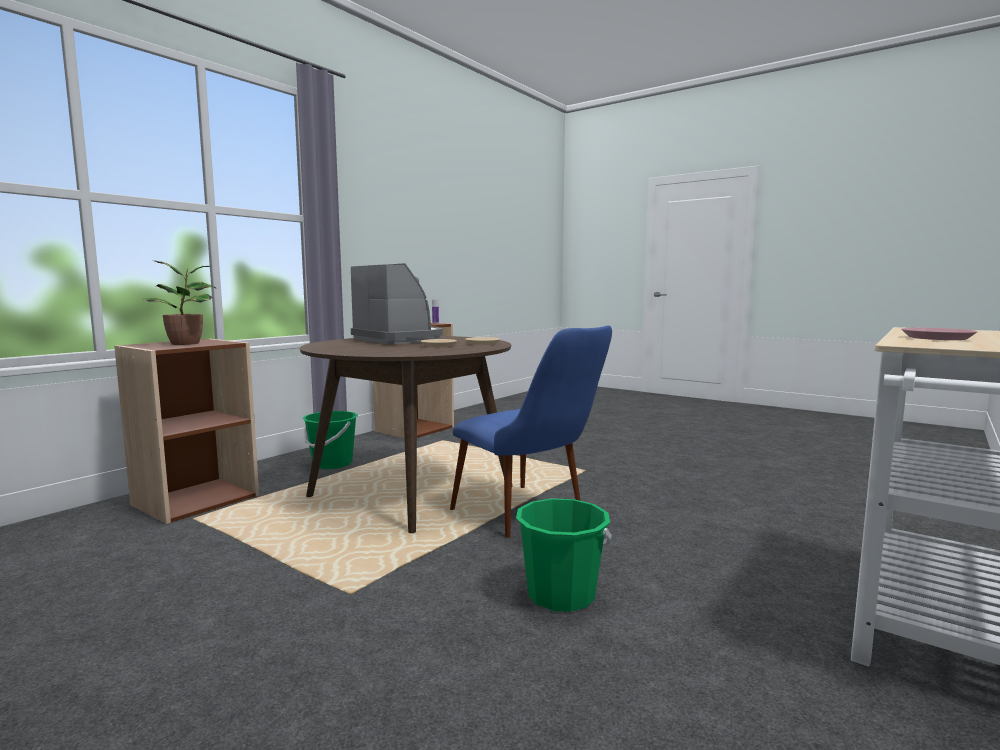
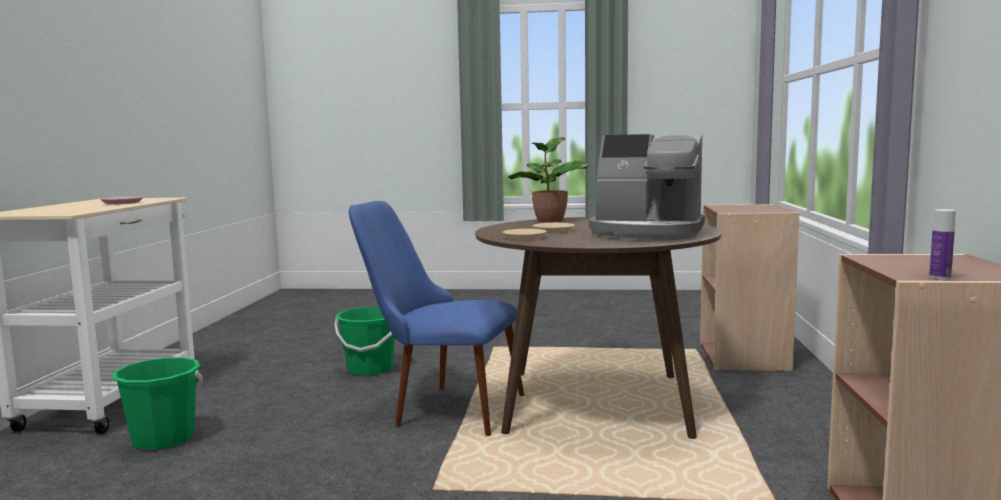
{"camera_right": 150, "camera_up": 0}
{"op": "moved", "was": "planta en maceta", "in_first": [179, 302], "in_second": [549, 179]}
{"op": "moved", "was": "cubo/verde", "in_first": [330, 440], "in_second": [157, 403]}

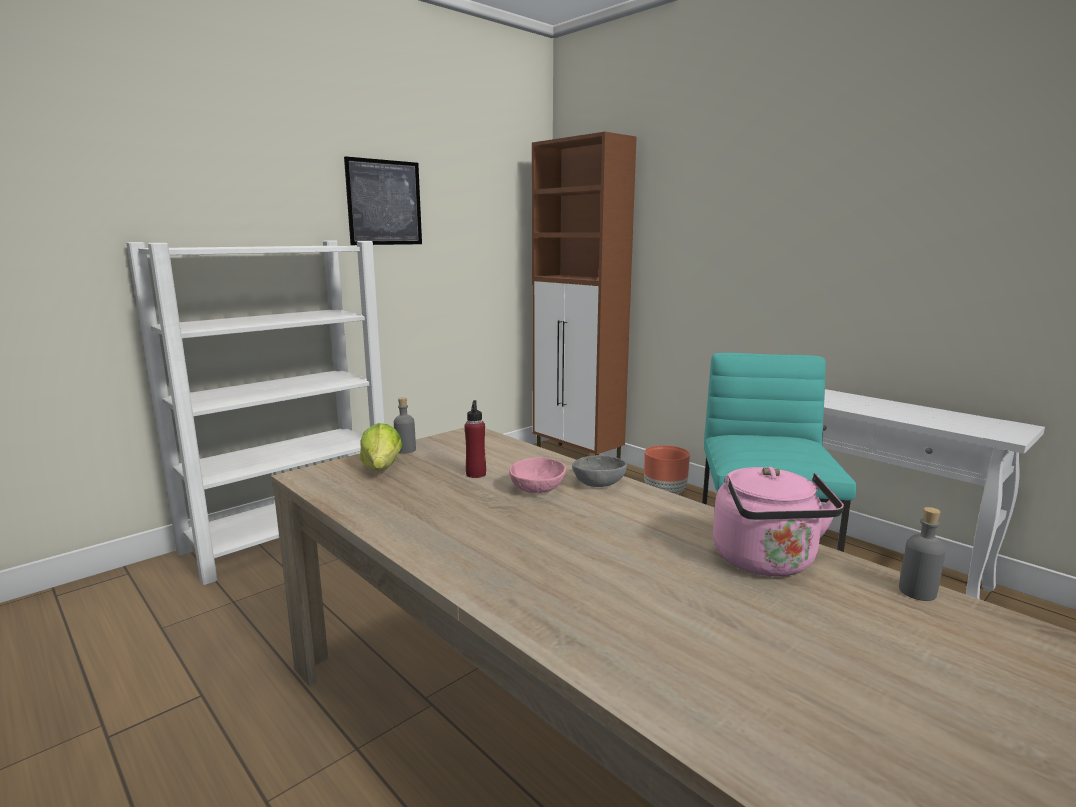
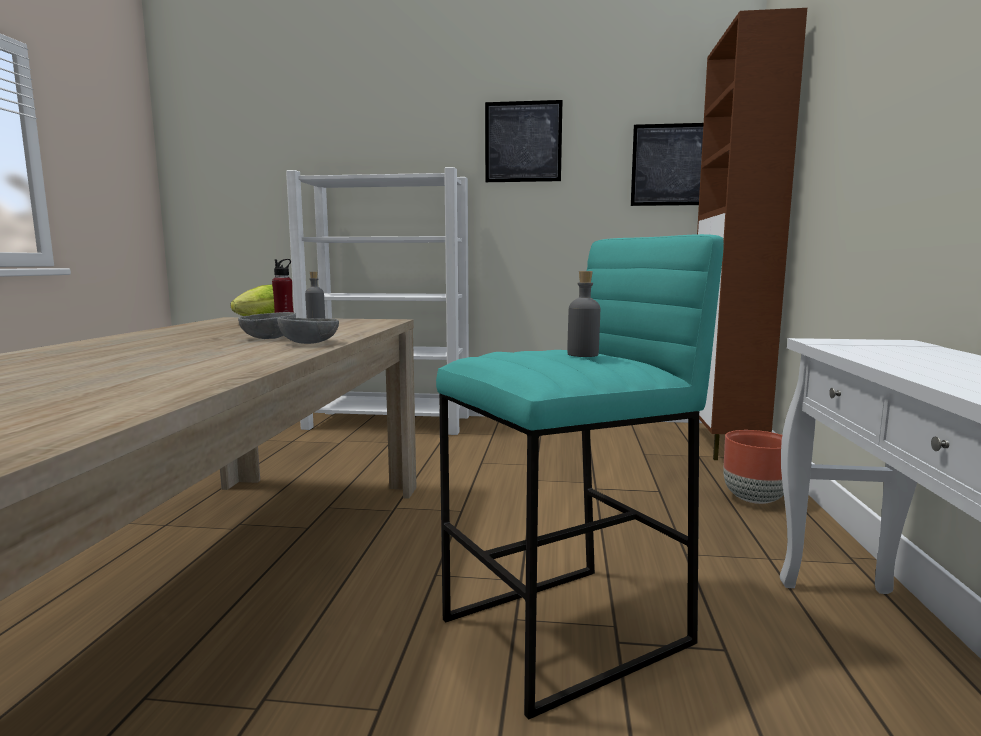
{"camera_right": 50, "camera_up": -5}
{"op": "recoloured", "was": "cuenco/rosa", "now": "cuenco/gris", "in_first": [537, 475], "in_second": [267, 325]}
{"op": "removed", "was": "hervidor/rosa", "in_first": [778, 522]}
{"op": "moved", "was": "botella/gris", "in_first": [922, 554], "in_second": [583, 314]}
{"op": "added", "now": "cuadro", "in_second": [667, 164]}

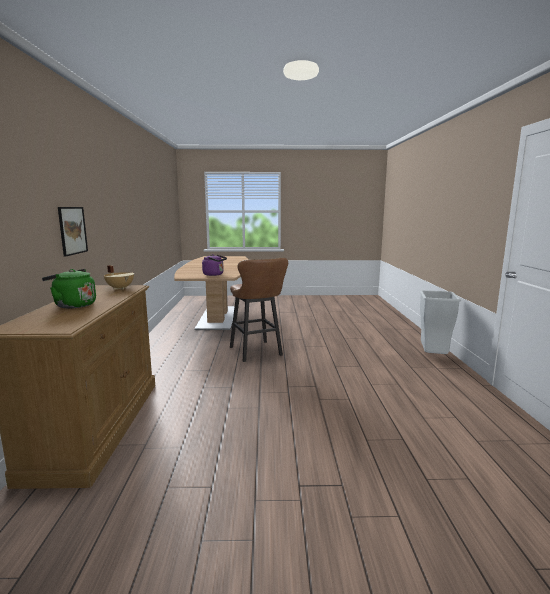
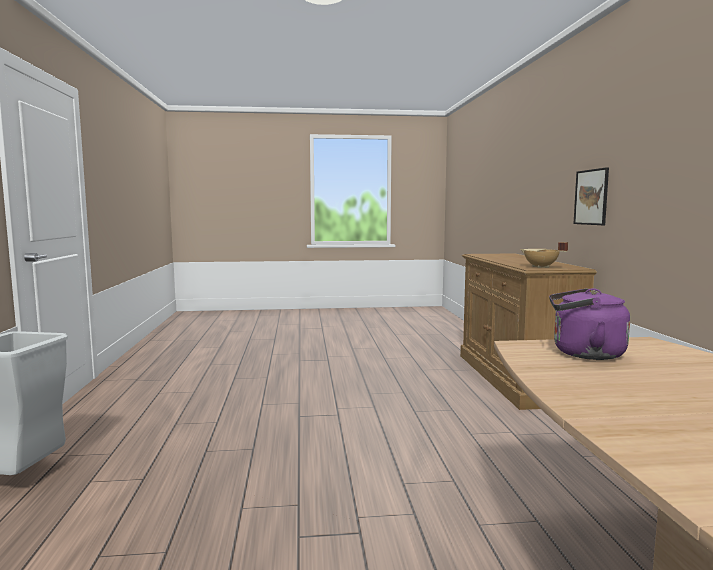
{"camera_right": 175, "camera_up": -5}
{"op": "removed", "was": "hervidor/verde", "in_first": [69, 288]}
{"op": "removed", "was": "taburete/marrón", "in_first": [259, 310]}

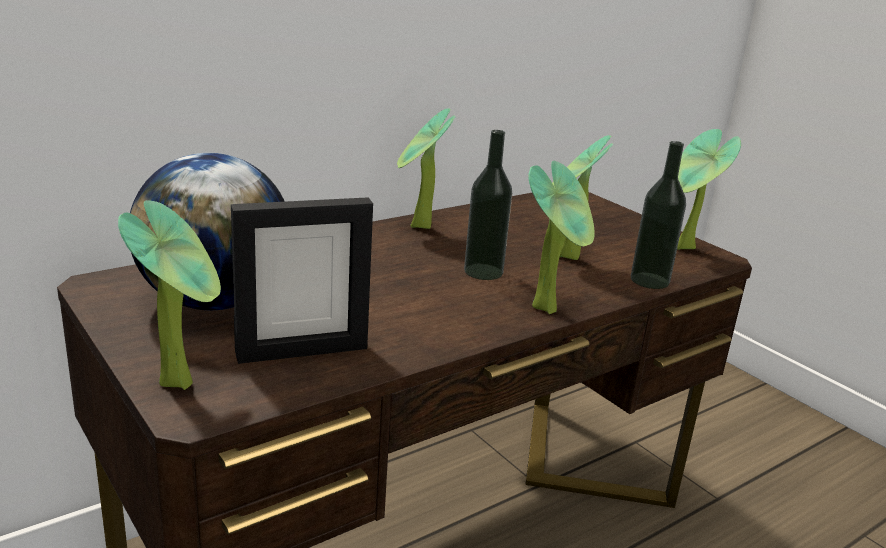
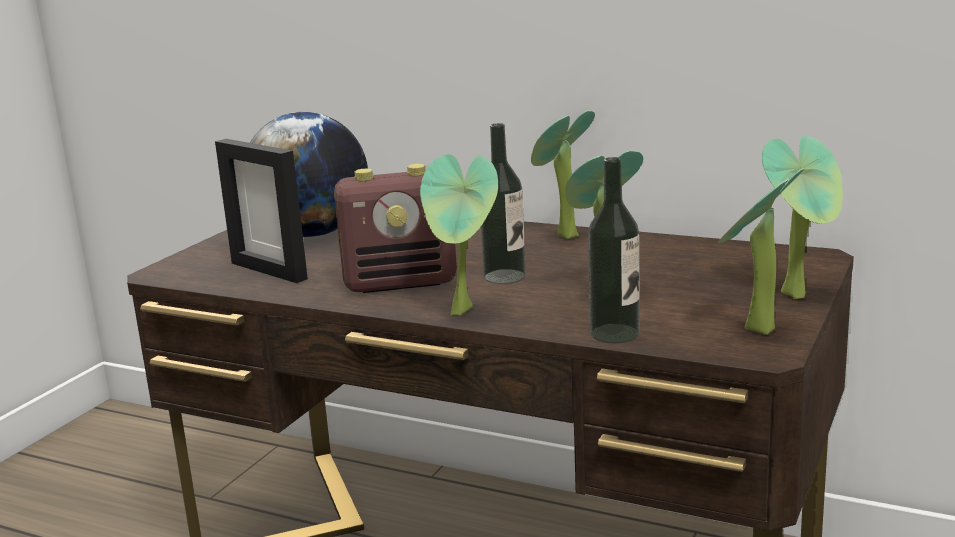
{"camera_right": 65, "camera_up": -5}
{"op": "moved", "was": "planta en maceta", "in_first": [169, 295], "in_second": [802, 217]}
{"op": "added", "now": "radio", "in_second": [395, 228]}

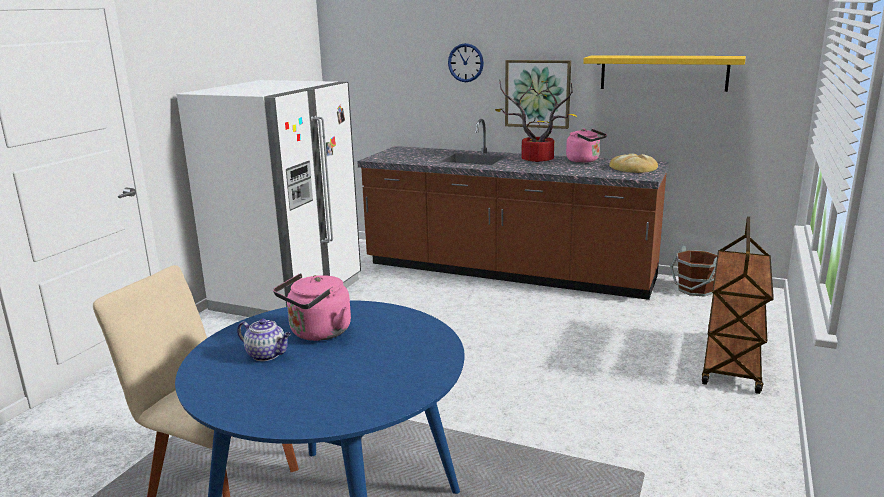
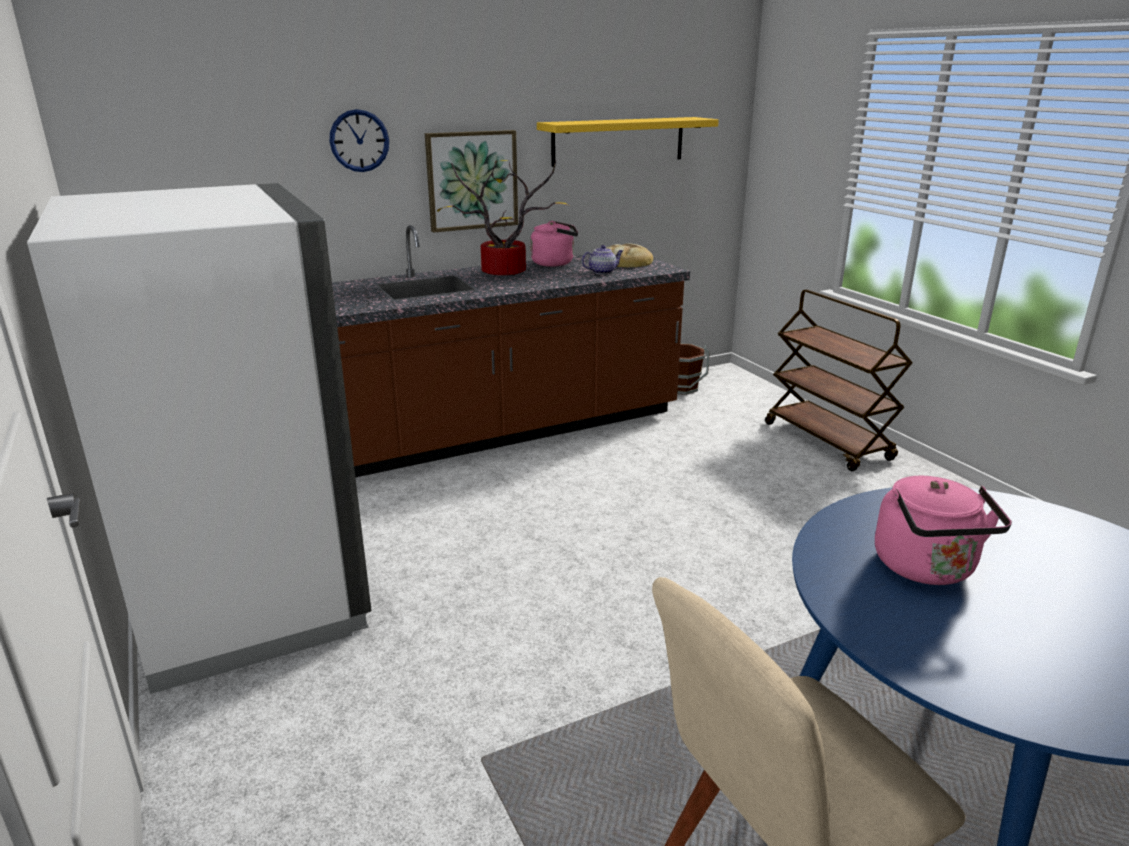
{"camera_right": -50, "camera_up": 5}
{"op": "moved", "was": "tetera", "in_first": [264, 340], "in_second": [602, 259]}

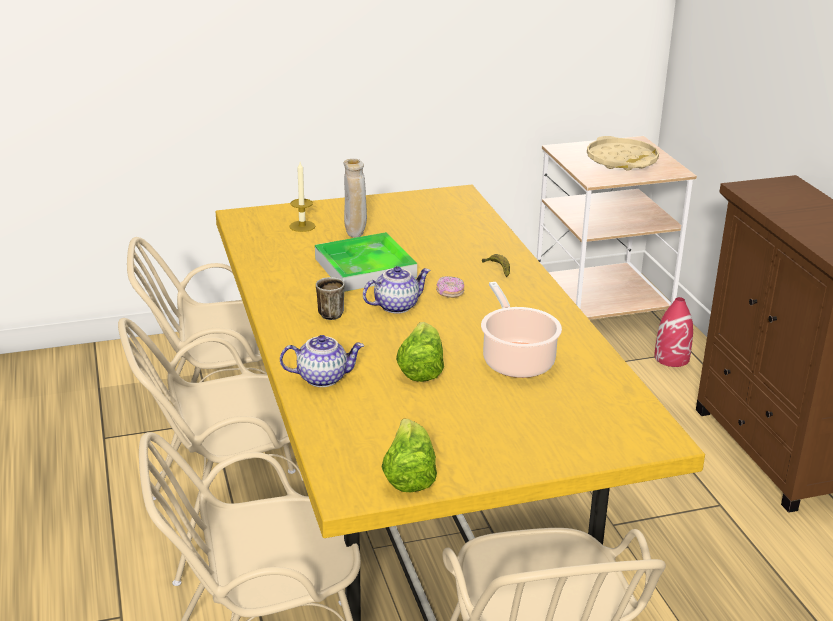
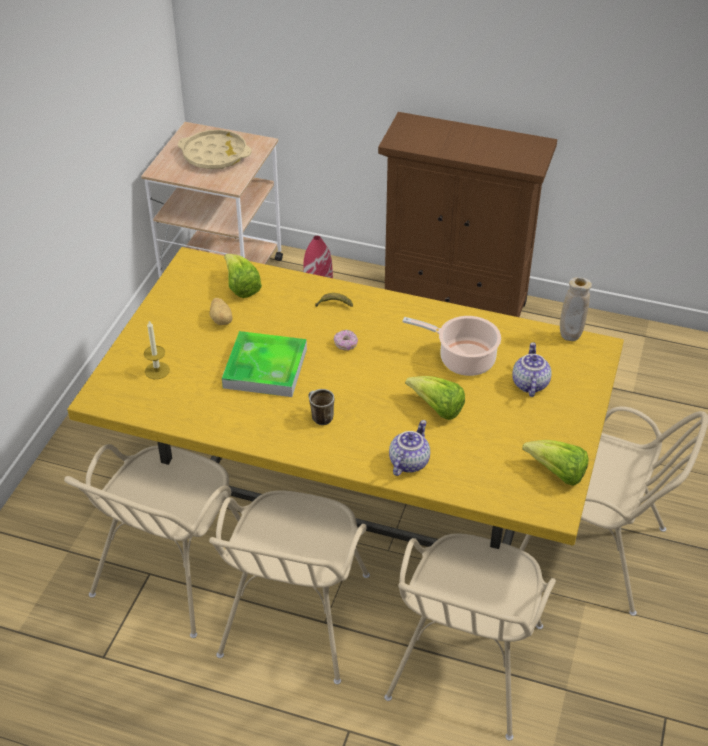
{"camera_right": -55, "camera_up": 15}
{"op": "moved", "was": "florero/beis", "in_first": [355, 198], "in_second": [576, 309]}
{"op": "moved", "was": "tetera", "in_first": [397, 290], "in_second": [532, 369]}
{"op": "added", "now": "patata", "in_second": [221, 311]}
{"op": "added", "now": "lechuga", "in_second": [243, 276]}

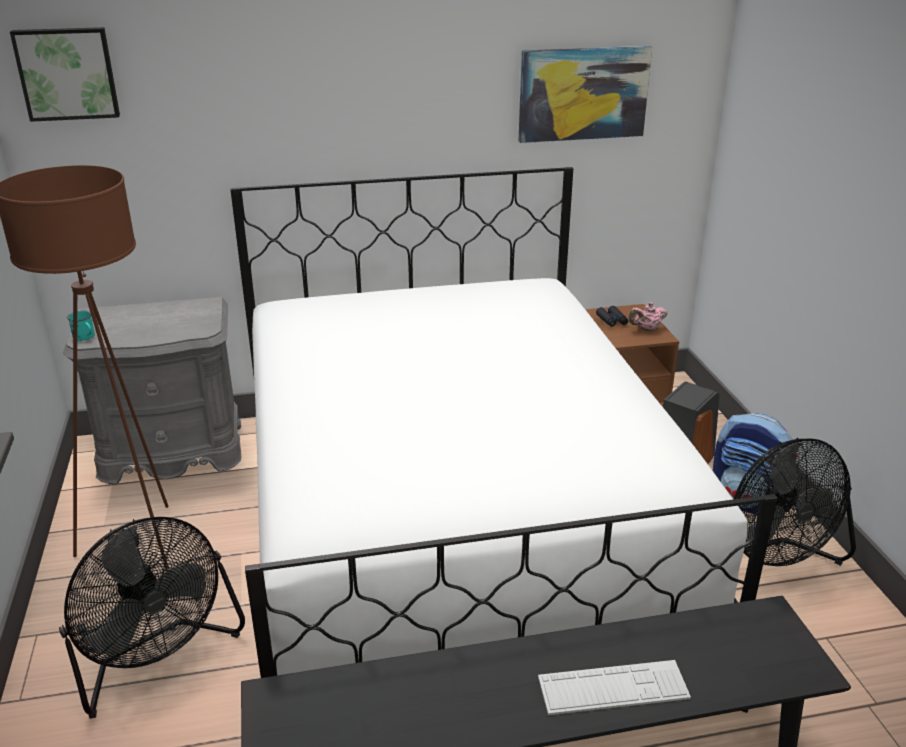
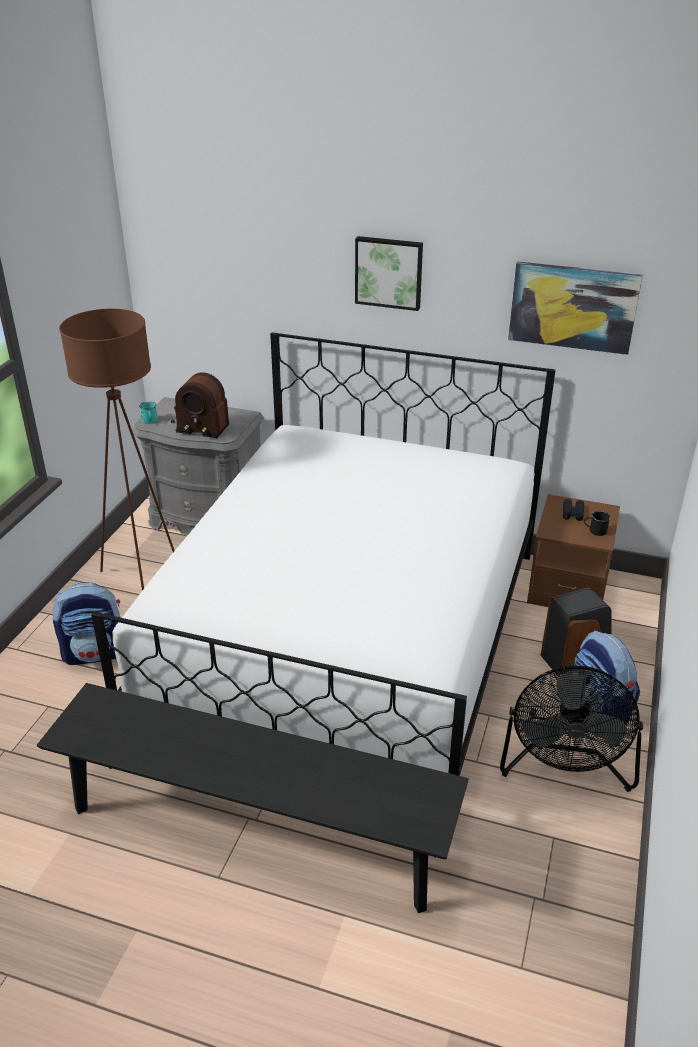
{"camera_right": 30, "camera_up": 5}
{"op": "moved", "was": "cuadro", "in_first": [65, 74], "in_second": [389, 273]}
{"op": "replaced", "was": "ventilador/negro", "now": "mochila", "in_first": [152, 618], "in_second": [86, 623]}
{"op": "removed", "was": "teclado", "in_first": [614, 687]}
{"op": "replaced", "was": "tetera/rosa", "now": "taza grande/negro", "in_first": [647, 316], "in_second": [597, 523]}
{"op": "added", "now": "radio", "in_second": [200, 405]}

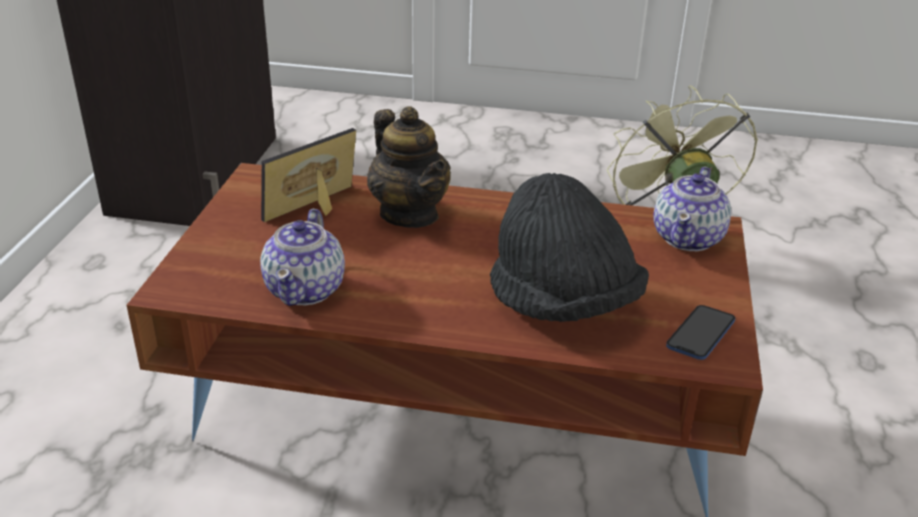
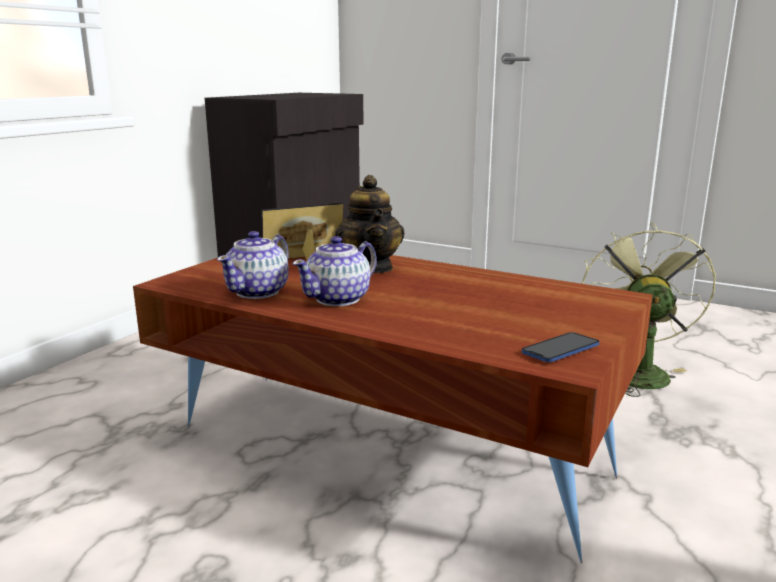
{"camera_right": 20, "camera_up": -15}
{"op": "removed", "was": "sombrero/negro", "in_first": [569, 247]}
{"op": "moved", "was": "tetera", "in_first": [692, 209], "in_second": [334, 271]}

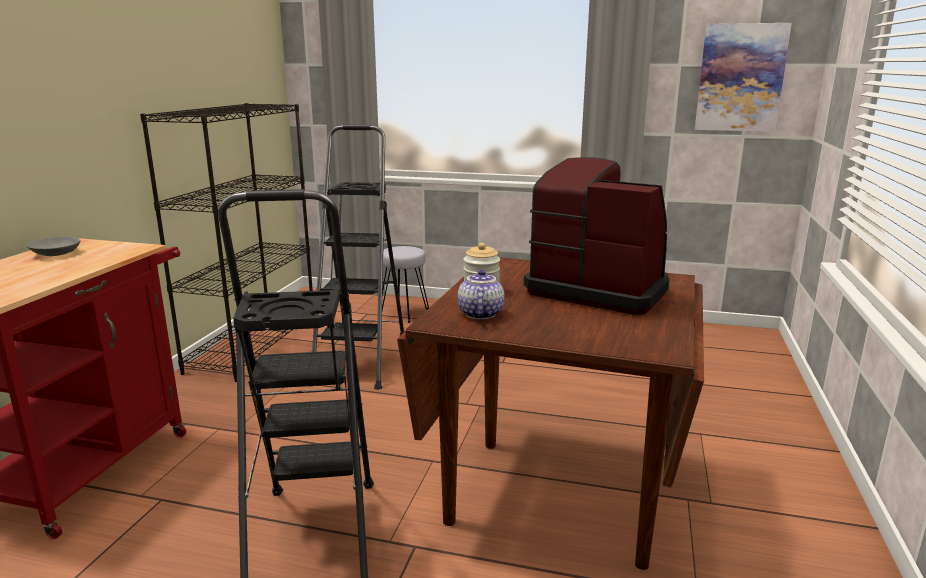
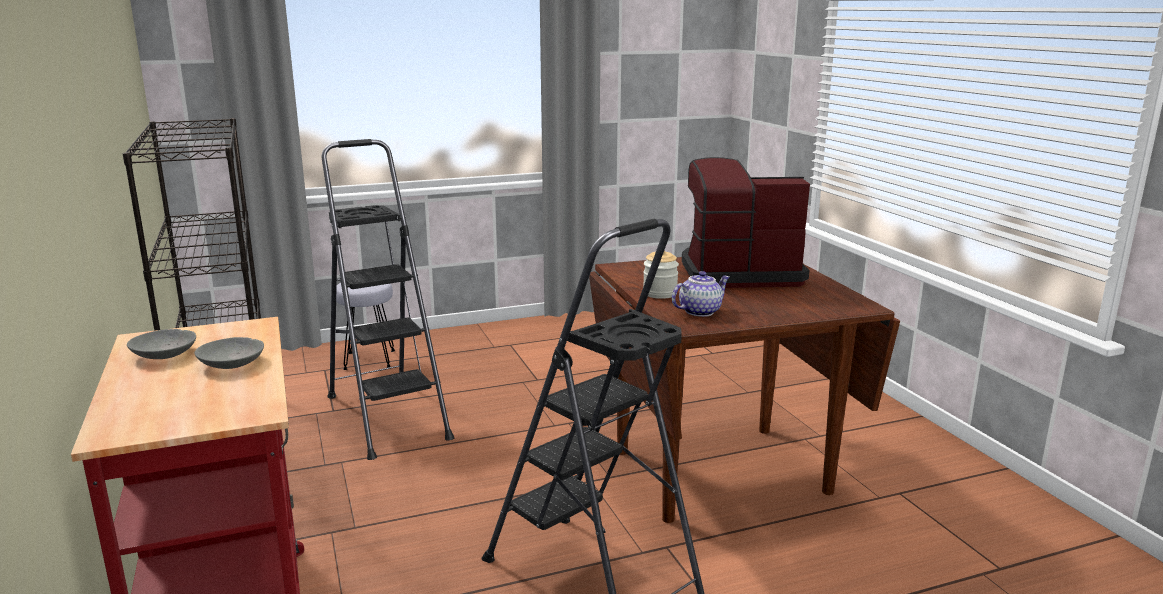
{"camera_right": -35, "camera_up": 0}
{"op": "turned", "was": "tetera", "in_first": [481, 294], "in_second": [701, 294], "clockwise": 90}
{"op": "removed", "was": "cuadro", "in_first": [743, 77]}
{"op": "added", "now": "cuenco/gris", "in_second": [229, 353]}

